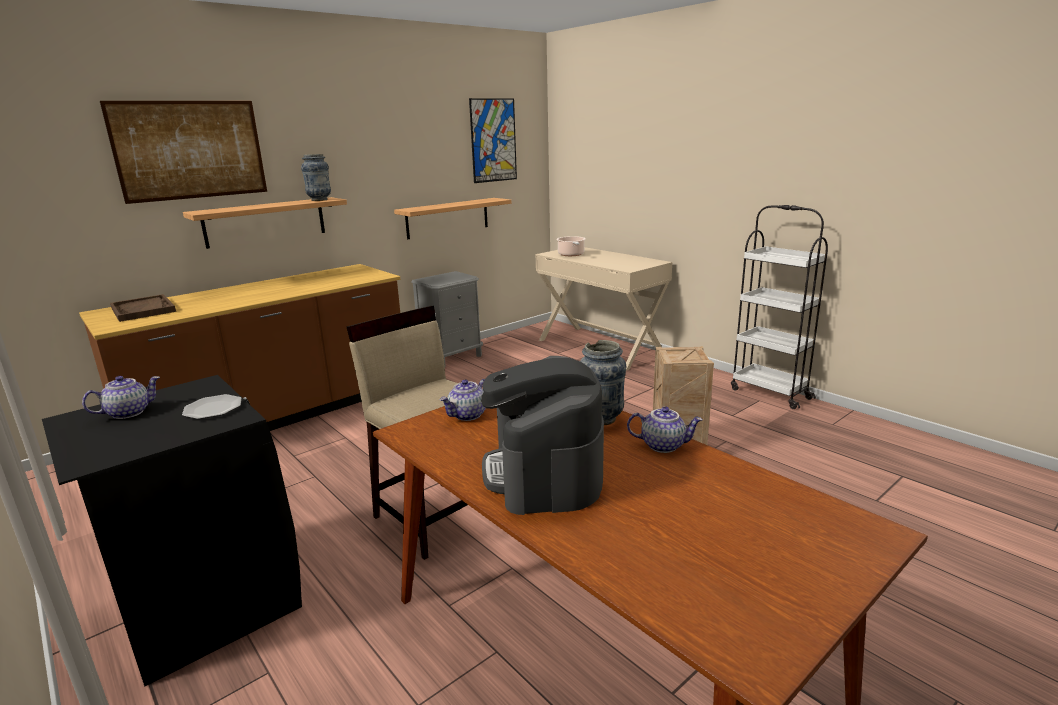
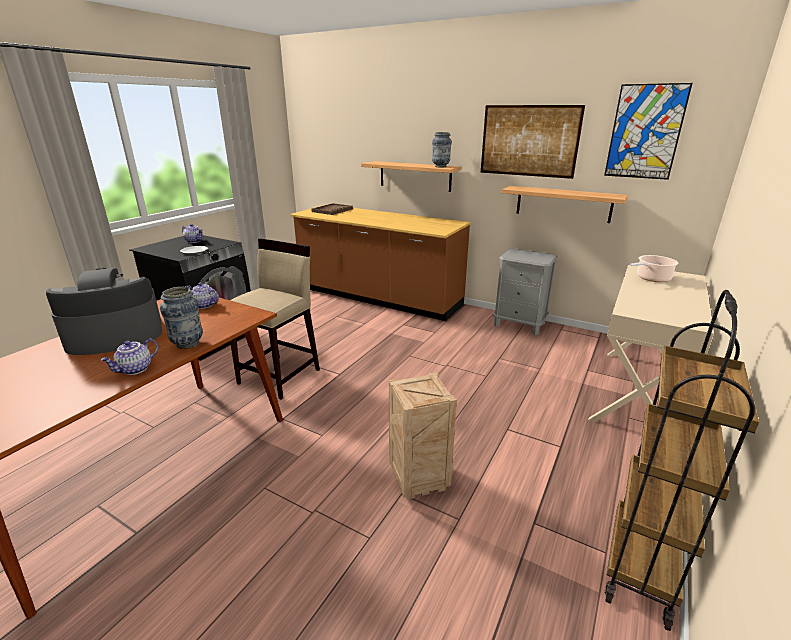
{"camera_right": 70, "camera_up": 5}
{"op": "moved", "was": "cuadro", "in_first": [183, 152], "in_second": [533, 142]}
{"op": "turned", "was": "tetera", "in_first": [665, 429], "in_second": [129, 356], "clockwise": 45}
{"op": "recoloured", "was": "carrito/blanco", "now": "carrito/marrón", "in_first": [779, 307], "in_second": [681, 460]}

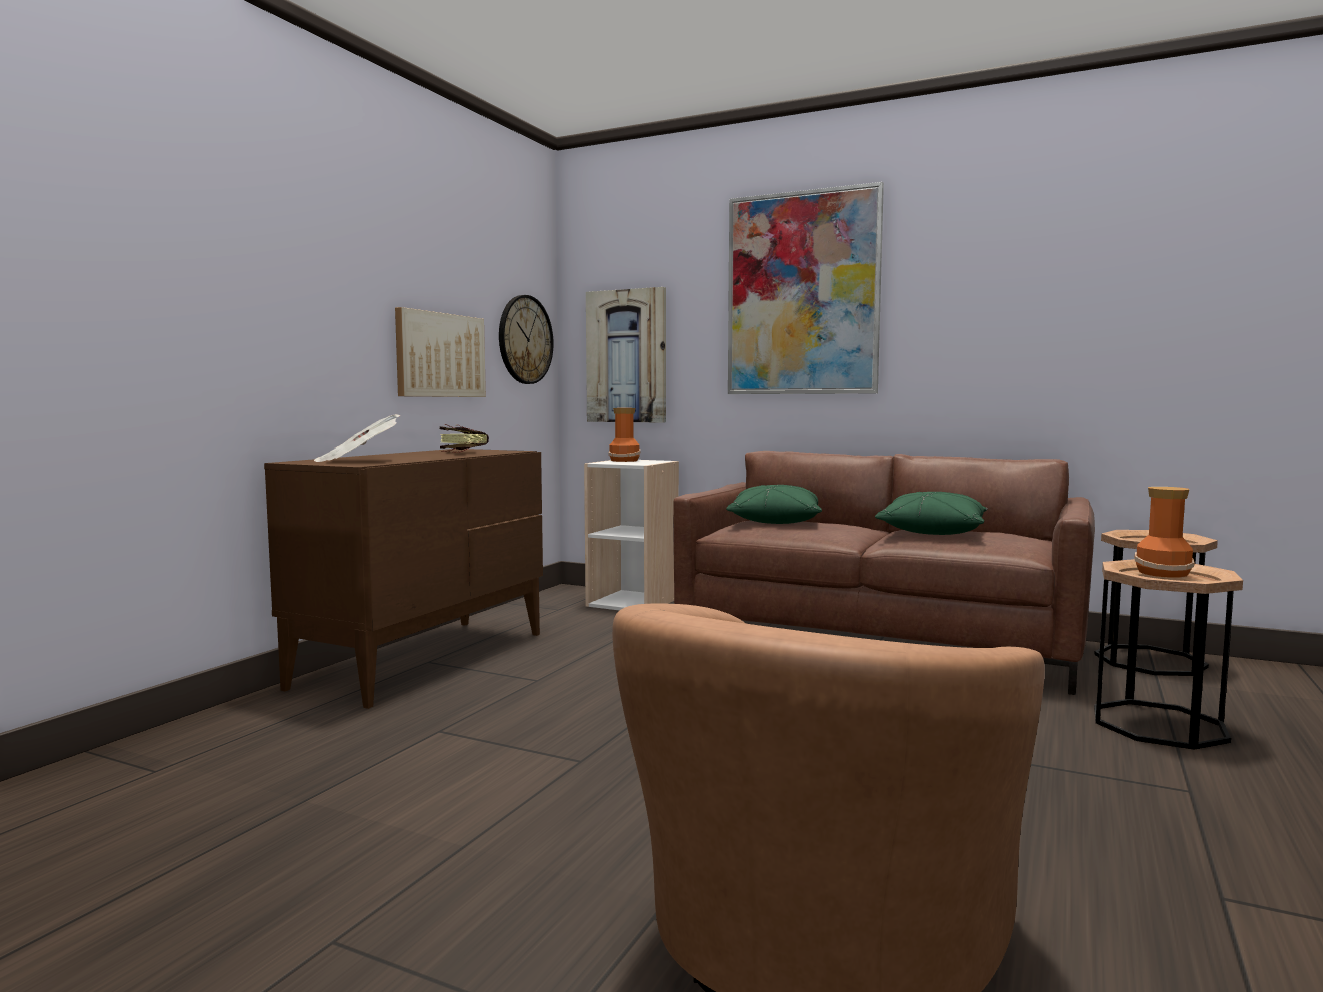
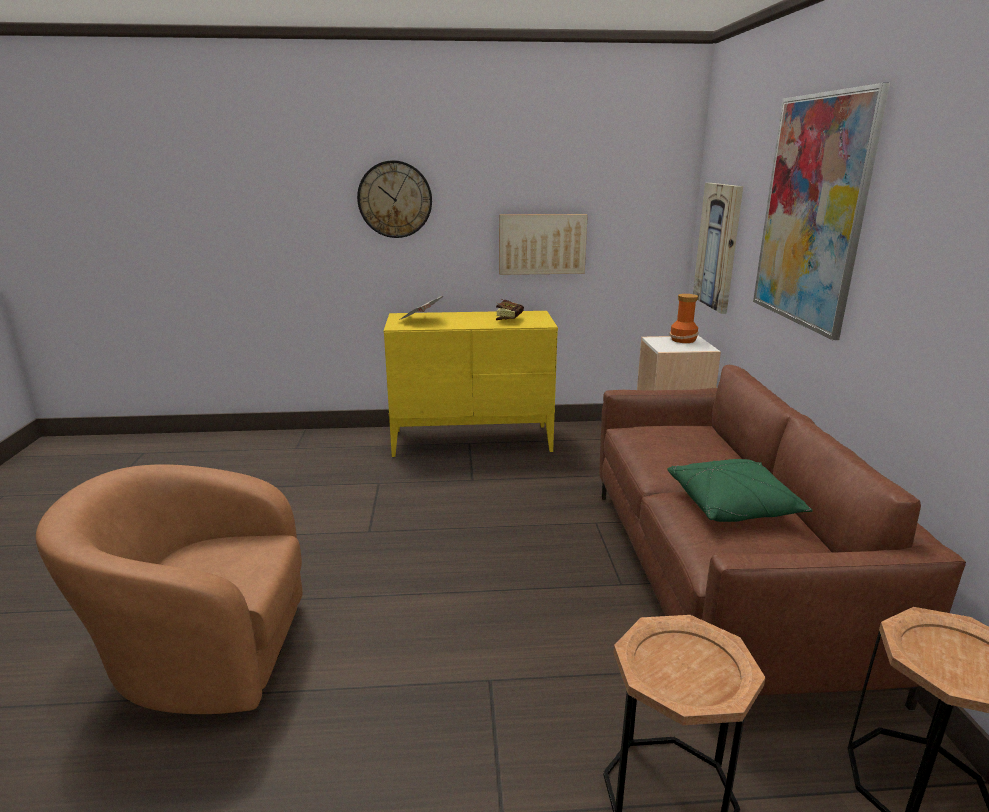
{"camera_right": 60, "camera_up": 15}
{"op": "recoloured", "was": "armario/marrón", "now": "armario/amarillo", "in_first": [403, 579], "in_second": [471, 384]}
{"op": "moved", "was": "reloj de pared", "in_first": [526, 339], "in_second": [394, 199]}
{"op": "removed", "was": "cojín/verde", "in_first": [774, 504]}
{"op": "removed", "was": "florero", "in_first": [1164, 532]}

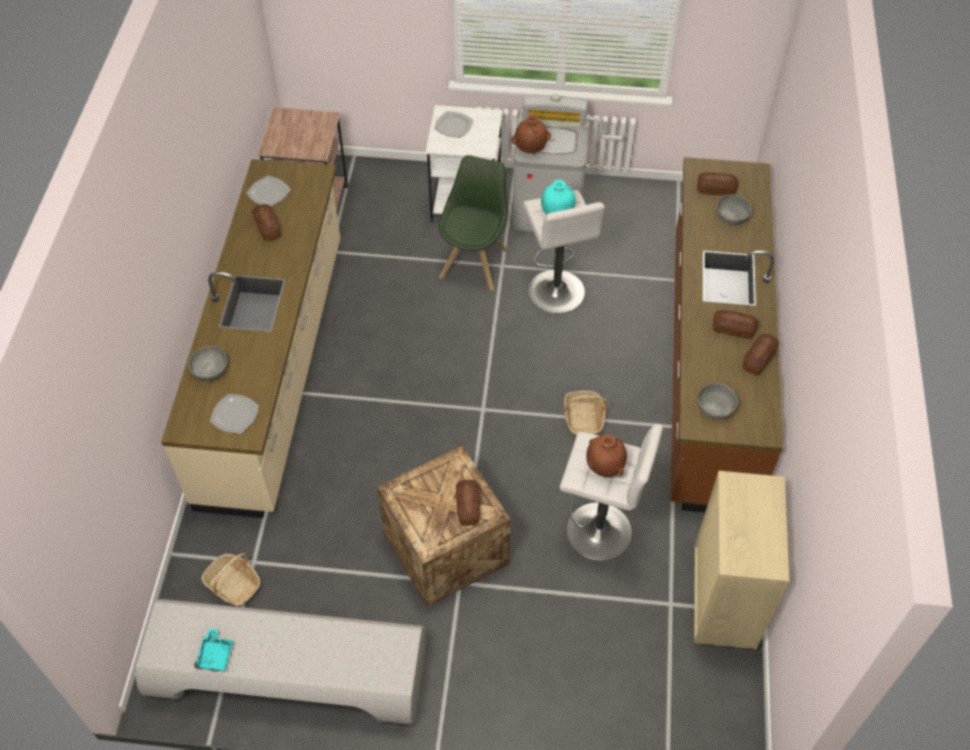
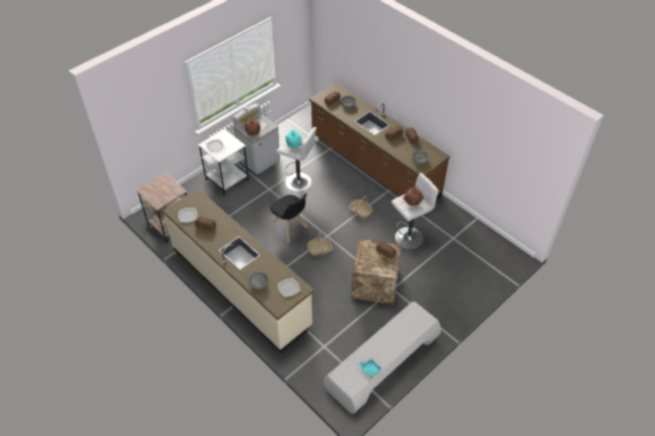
{"camera_right": -50, "camera_up": -5}
{"op": "moved", "was": "cesta", "in_first": [230, 579], "in_second": [320, 244]}
{"op": "removed", "was": "silla/verde", "in_first": [473, 223]}
{"op": "removed", "was": "armario/beis", "in_first": [741, 560]}
{"op": "added", "now": "silla/negro", "in_second": [288, 217]}

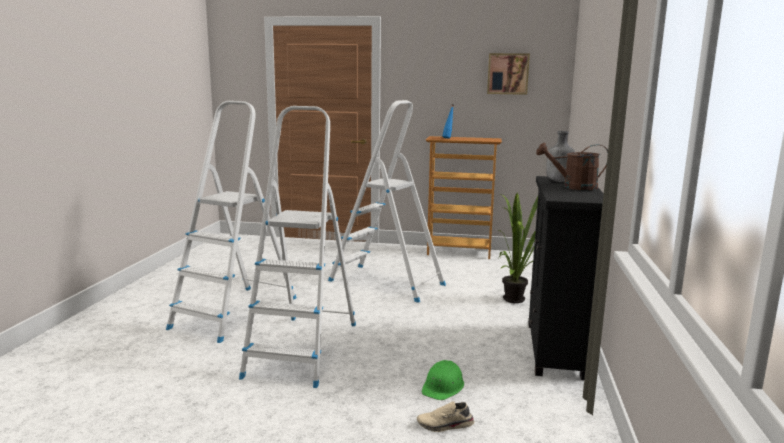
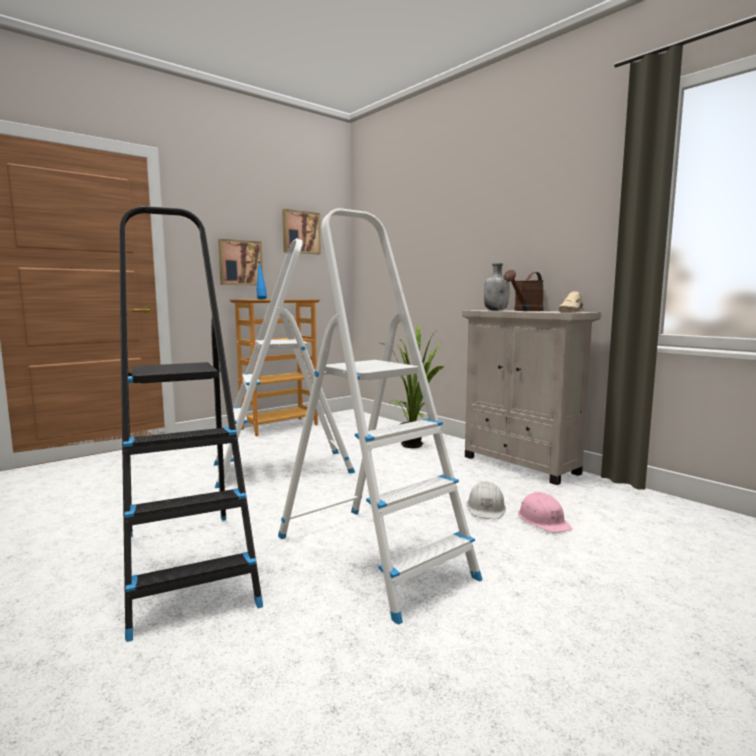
{"camera_right": -50, "camera_up": -5}
{"op": "recoloured", "was": "escalera de tijera/blanco", "now": "escalera de tijera/negro", "in_first": [231, 222], "in_second": [191, 424]}
{"op": "moved", "was": "zapato/beis", "in_first": [446, 416], "in_second": [571, 301]}
{"op": "recoloured", "was": "casco/verde", "now": "casco/rosa", "in_first": [443, 380], "in_second": [545, 512]}
{"op": "recoloured", "was": "armario/negro", "now": "armario/beis", "in_first": [566, 278], "in_second": [531, 397]}
{"op": "added", "now": "cuadro", "in_second": [240, 262]}
{"op": "added", "now": "casco/blanco", "in_second": [486, 500]}

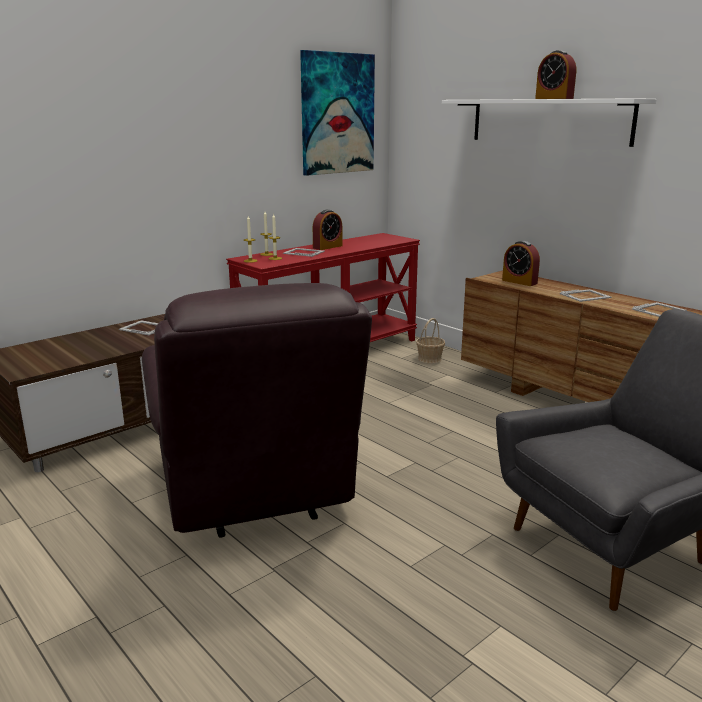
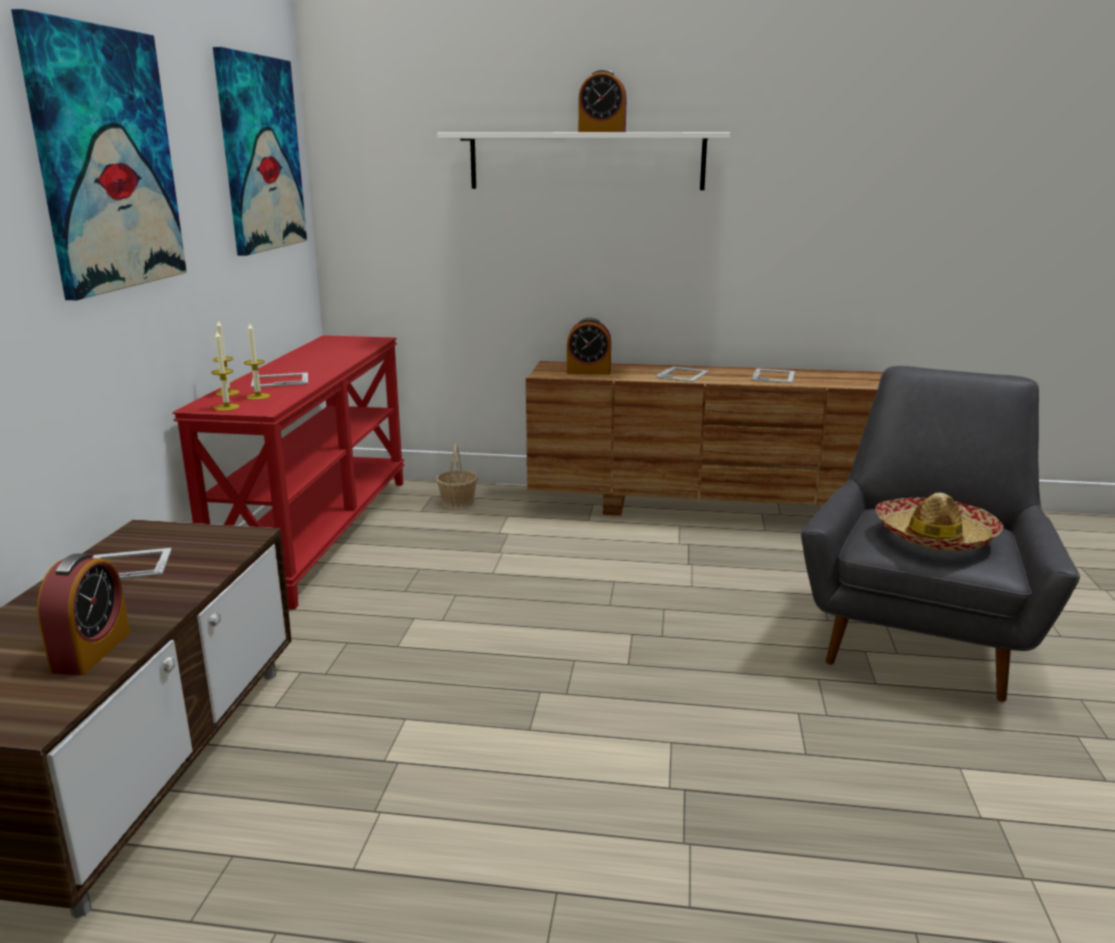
{"camera_right": -40, "camera_up": 0}
{"op": "removed", "was": "sillón/marrón", "in_first": [257, 410]}
{"op": "moved", "was": "despertador", "in_first": [327, 230], "in_second": [83, 614]}
{"op": "added", "now": "cuadro", "in_second": [99, 154]}
{"op": "added", "now": "sombrero", "in_second": [939, 522]}

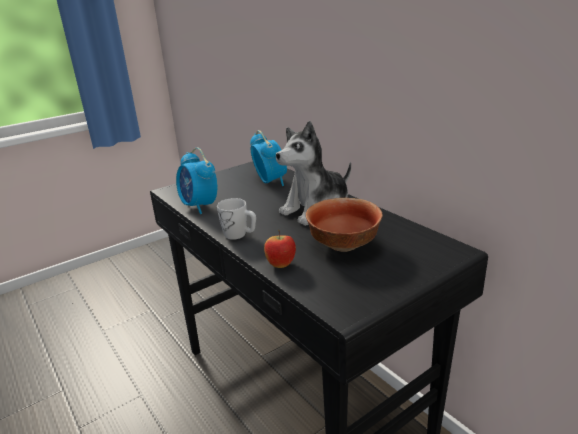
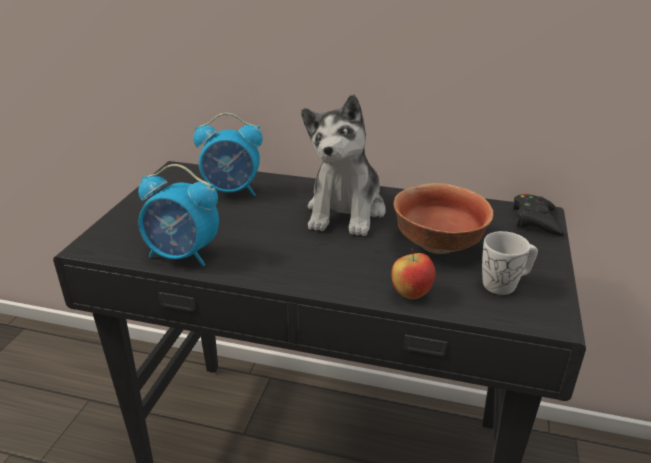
{"camera_right": -40, "camera_up": 5}
{"op": "moved", "was": "taza grande/blanco", "in_first": [236, 219], "in_second": [510, 263]}
{"op": "turned", "was": "despertador", "in_first": [268, 158], "in_second": [228, 154], "clockwise": 150}
{"op": "added", "now": "mando de consola/negro", "in_second": [538, 215]}

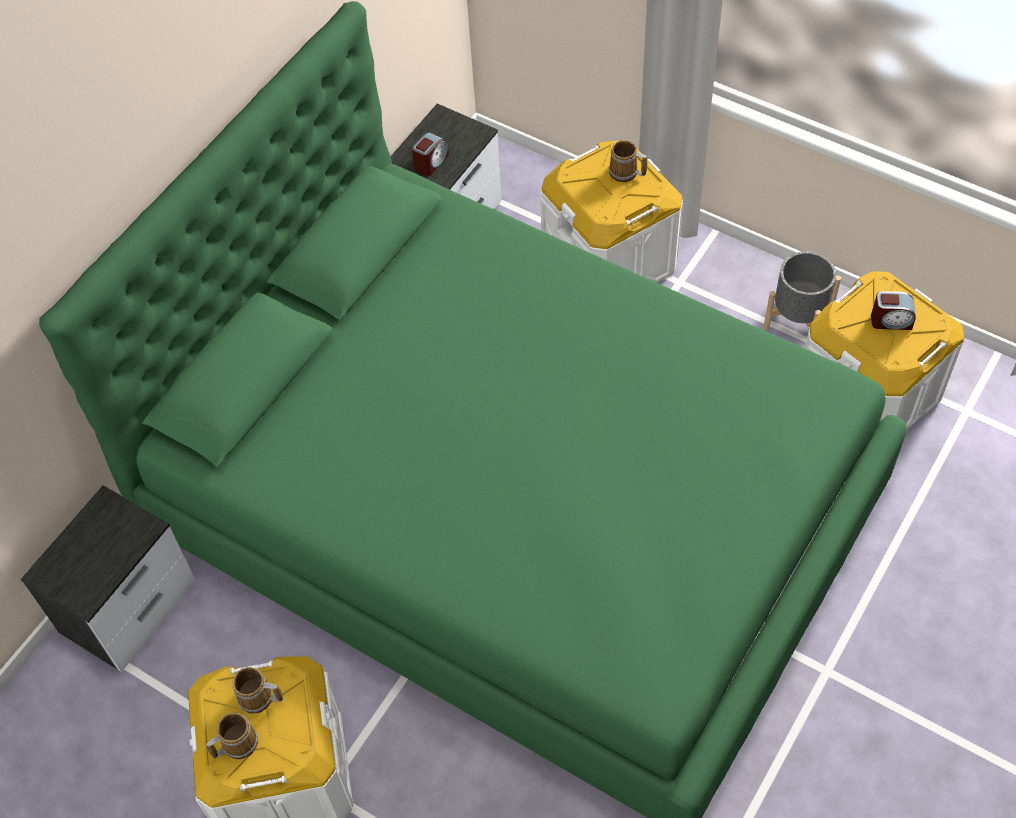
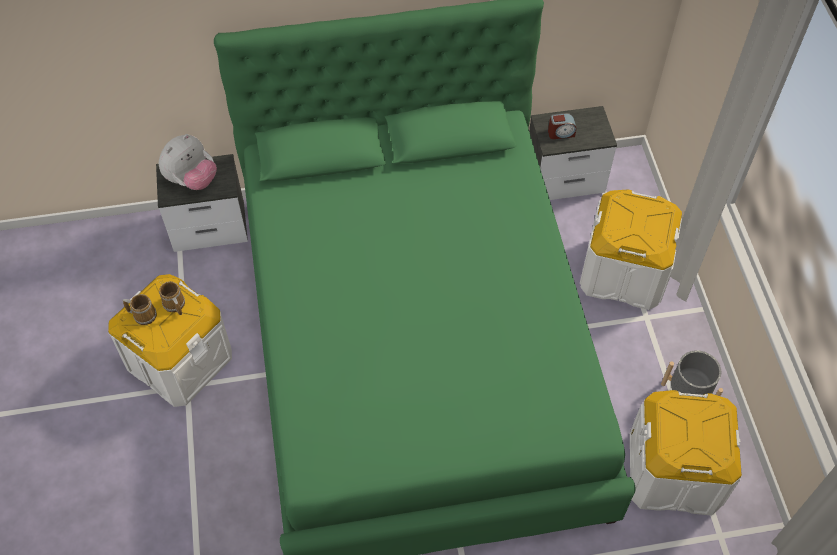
{"camera_right": 45, "camera_up": 0}
{"op": "removed", "was": "taza grande", "in_first": [628, 161]}
{"op": "removed", "was": "despertador", "in_first": [893, 310]}
{"op": "added", "now": "peluche", "in_second": [188, 162]}

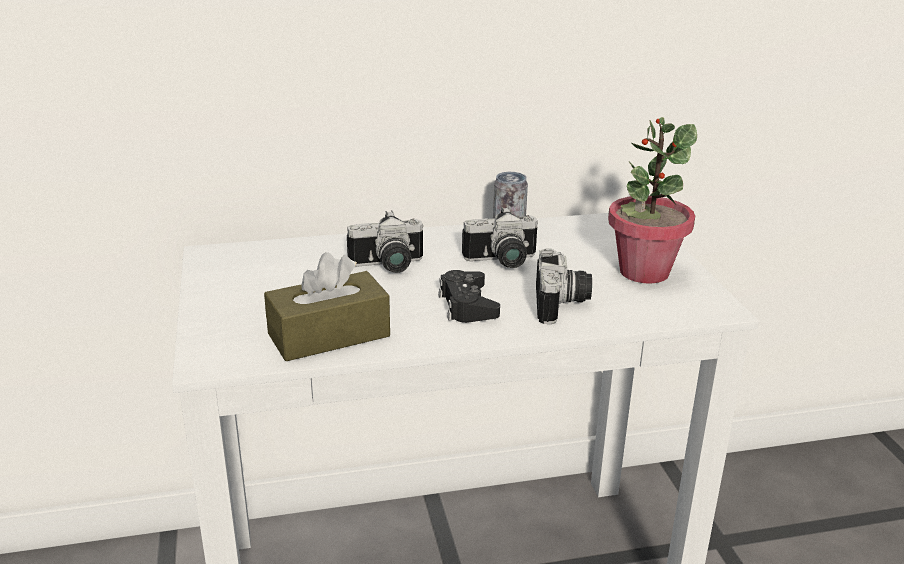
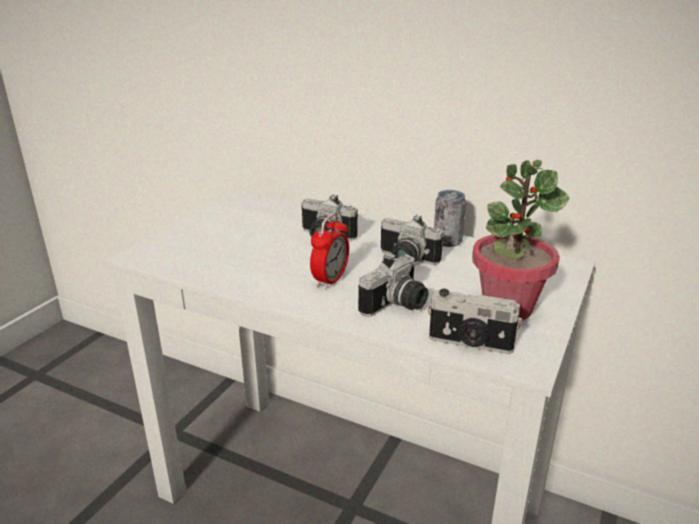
{"camera_right": 40, "camera_up": 0}
{"op": "removed", "was": "caja de pañuelos/marrón", "in_first": [327, 306]}
{"op": "replaced", "was": "mando de consola/negro", "now": "despertador", "in_first": [469, 296], "in_second": [329, 251]}
{"op": "added", "now": "cámara", "in_second": [475, 321]}

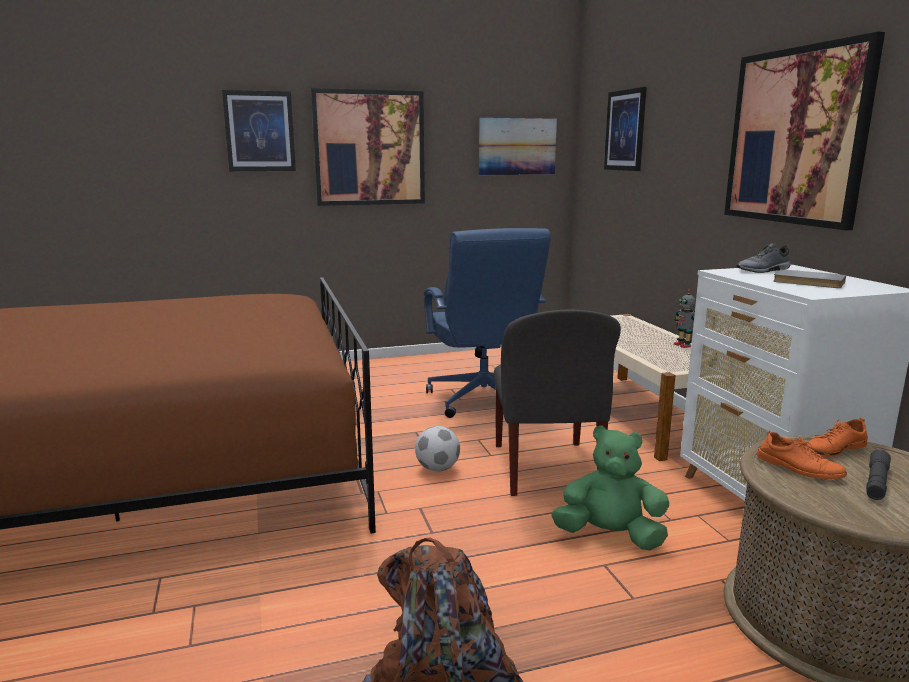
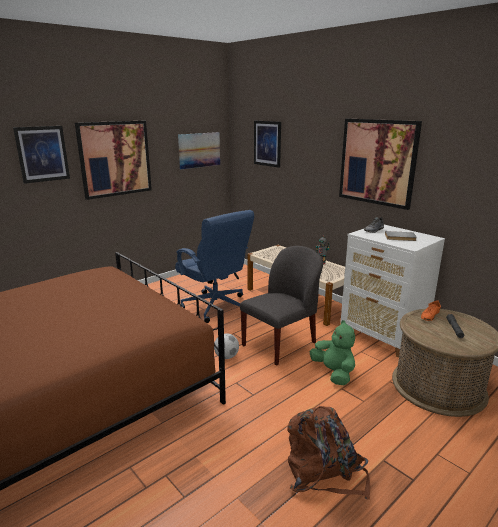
{"camera_right": -25, "camera_up": 5}
{"op": "turned", "was": "silla/gris", "in_first": [557, 403], "in_second": [281, 306], "clockwise": -105}
{"op": "turned", "was": "peluche/verde", "in_first": [610, 487], "in_second": [332, 353], "clockwise": 75}
{"op": "removed", "was": "zapato/naranja", "in_first": [802, 454]}

